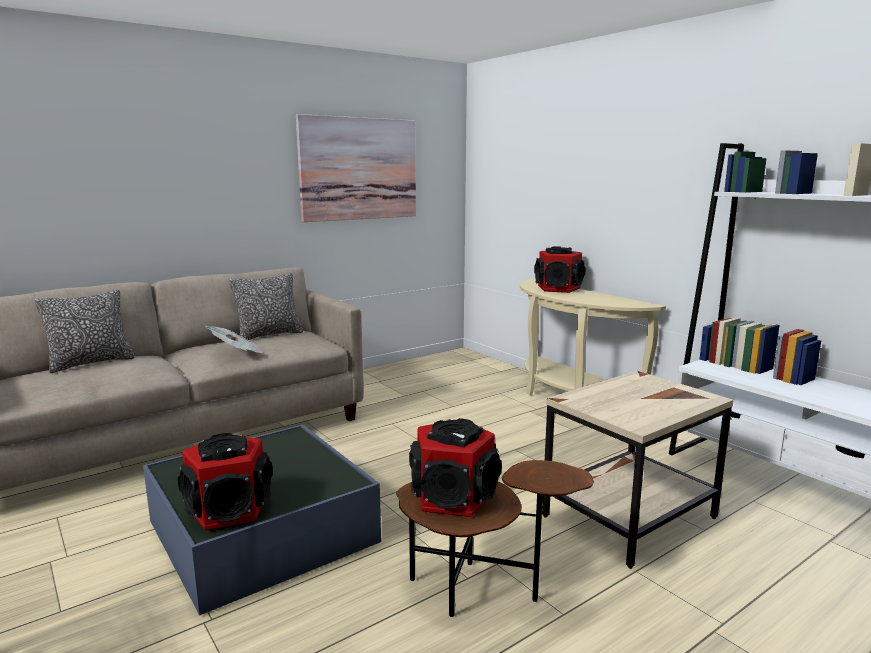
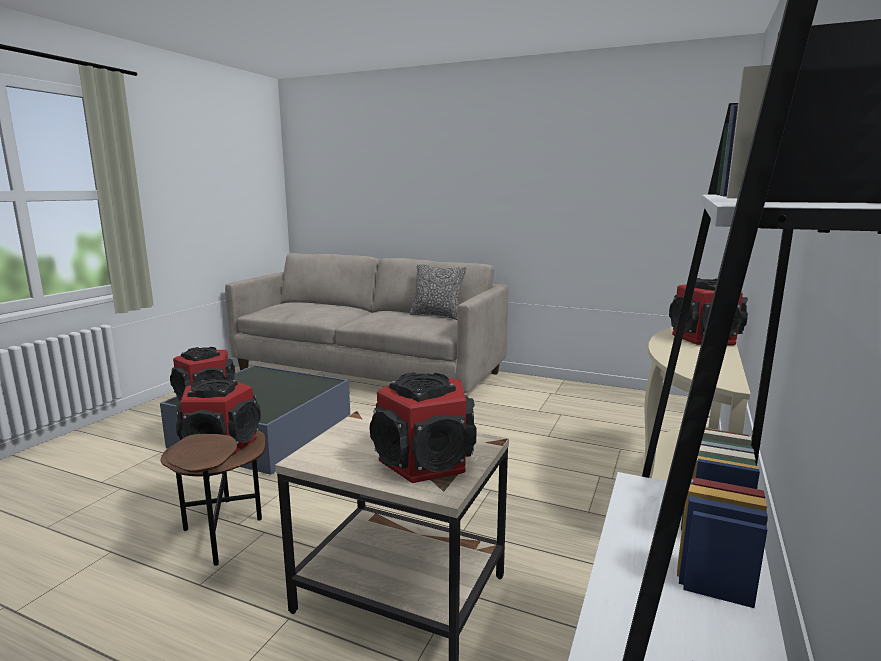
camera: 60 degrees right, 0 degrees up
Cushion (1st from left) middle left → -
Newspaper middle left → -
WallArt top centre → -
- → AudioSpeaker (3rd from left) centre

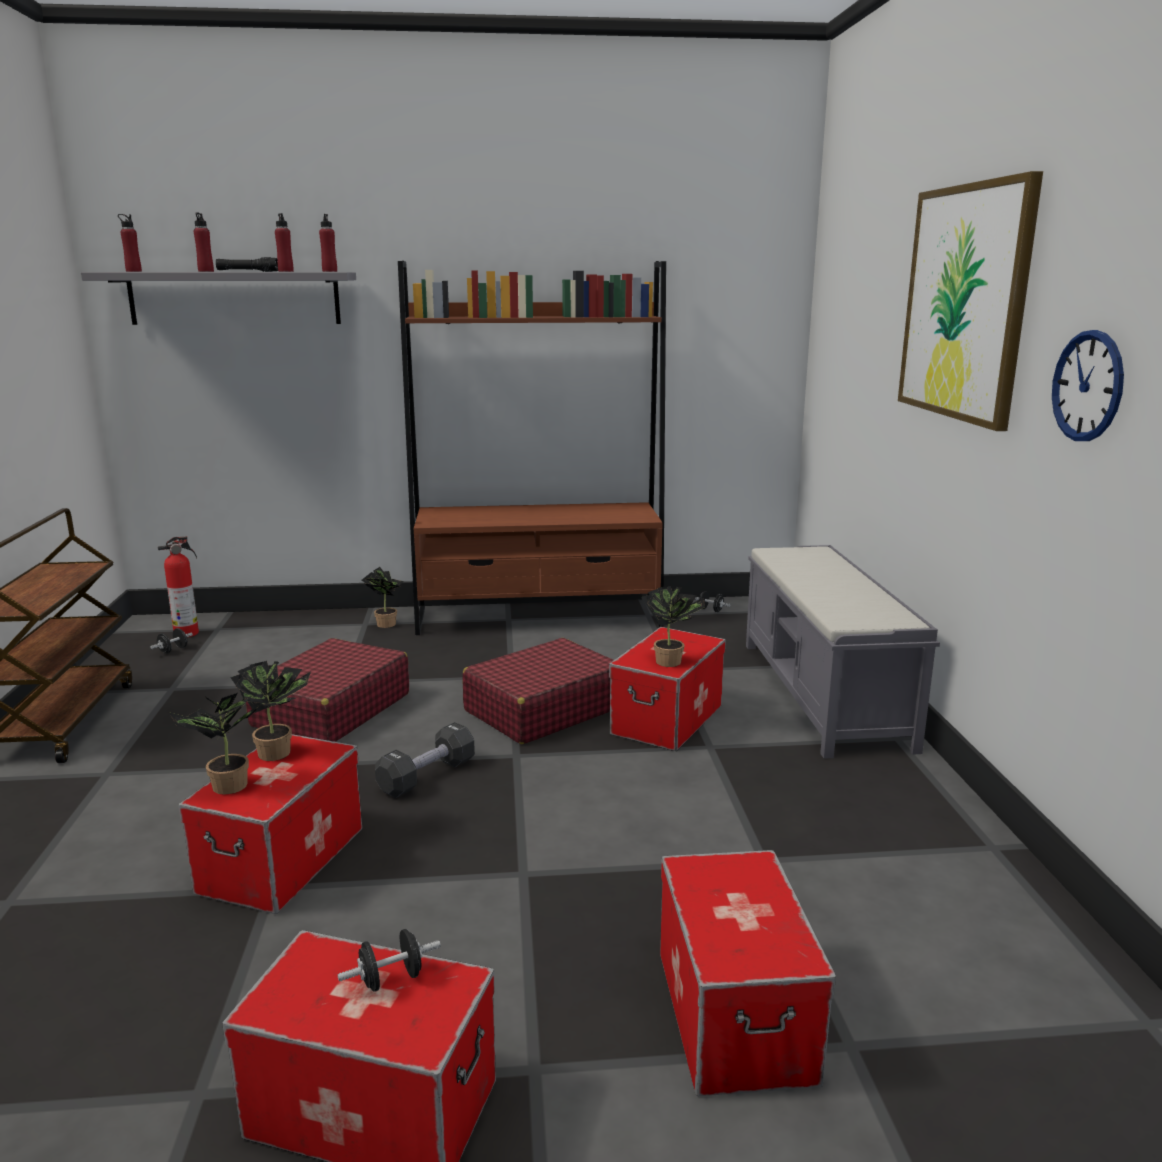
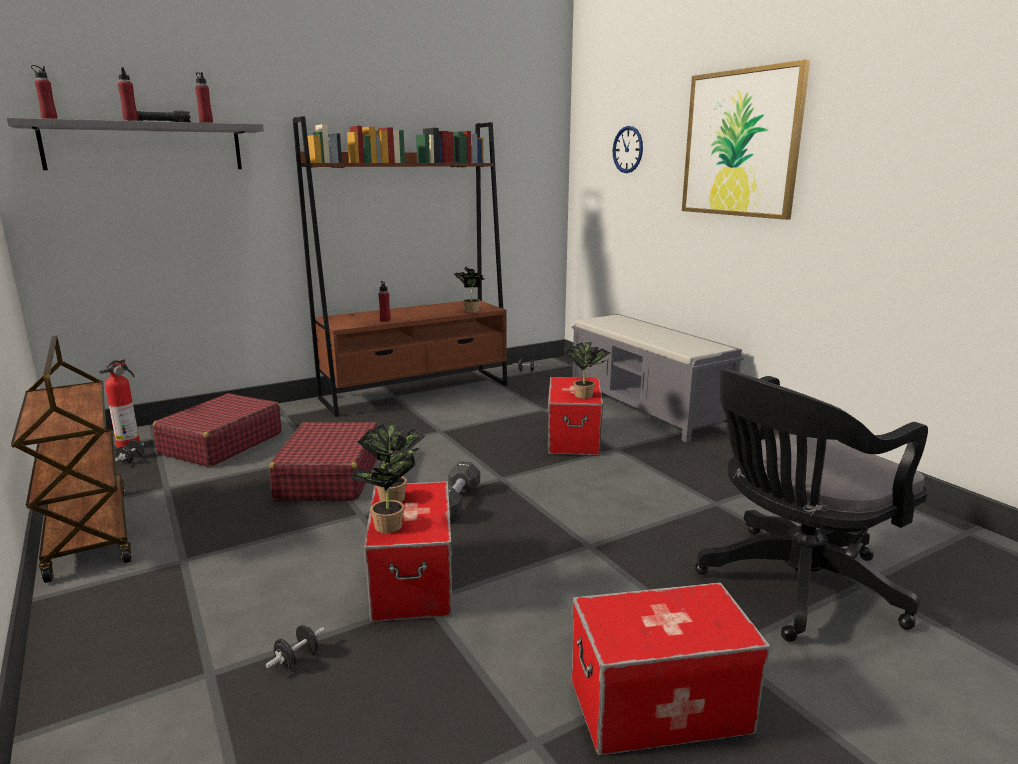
camera: 25 degrees left, 0 degrees up
ReddishBottle (4th from left) top left → ReddishBottle (4th from left) centre, move
BlackishDumbbell (2nd from left) bottom centre → BlackishDumbbell (2nd from left) bottom left, move
Houseplant (3rd from left) middle left → Houseplant (3rd from left) centre, move
ReddishSuitcase (2nd from left in the first image) centre → ReddishSuitcase (1st from left) middle left, move
ClockOnTheWall top right → ClockOnTheWall top centre, move
StorageContainer (4th from left) bottom centre → BlackishOfficeChair middle right

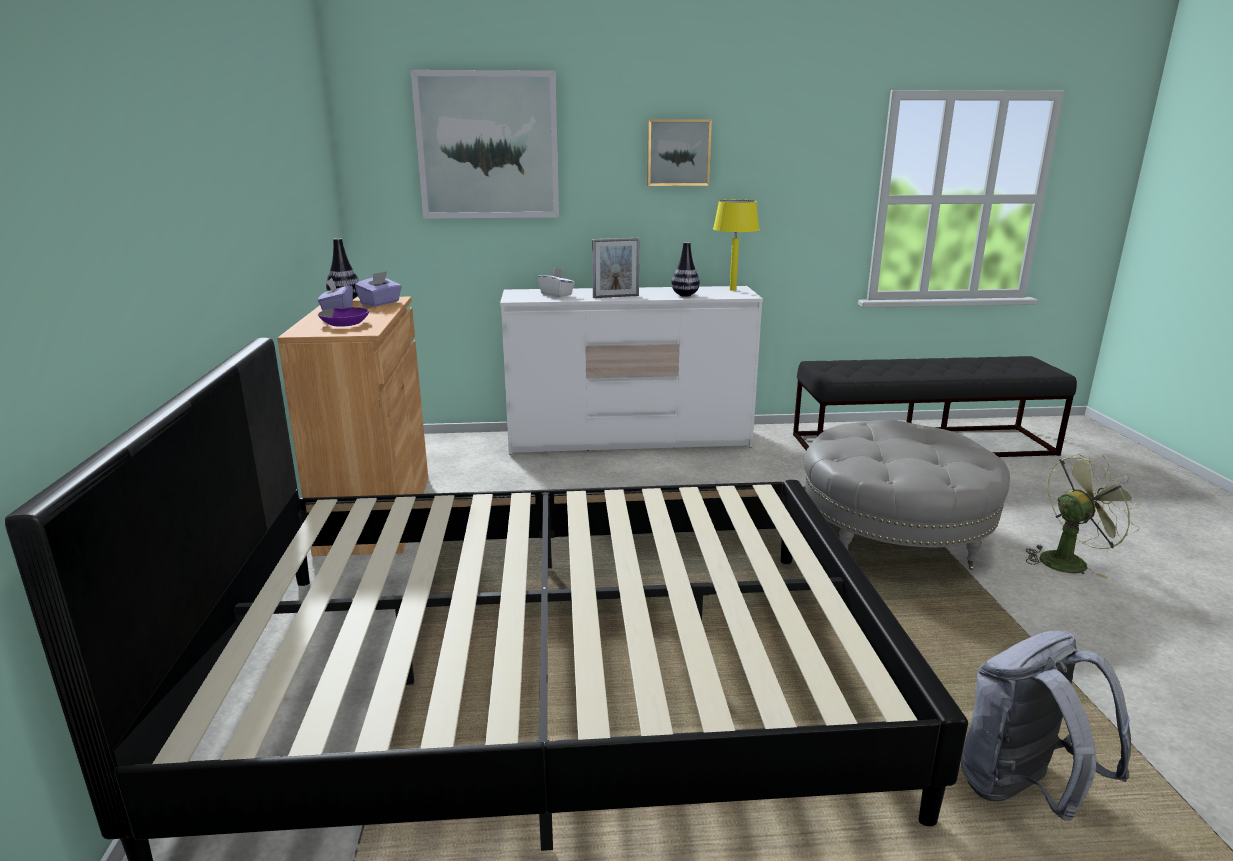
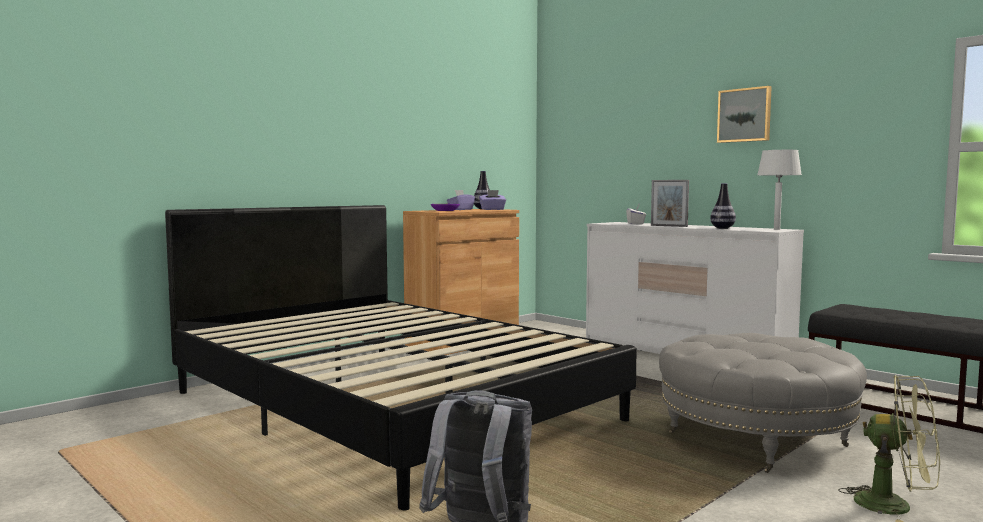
camera: 50 degrees right, 15 degrees down
WallArt (1st from left) top centre → -
YellowishLampForATable top centre → WhiteLampForATable middle right

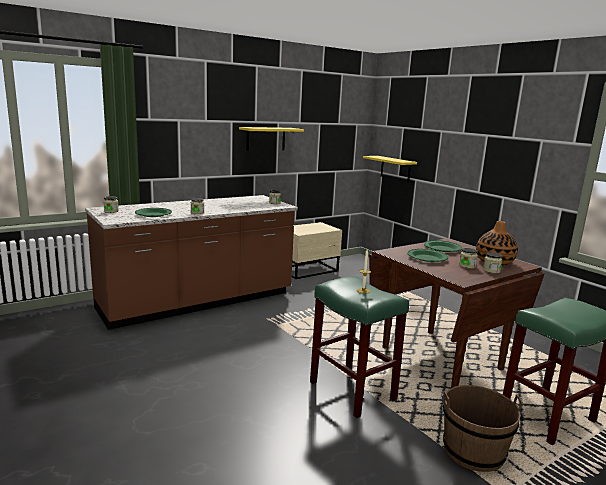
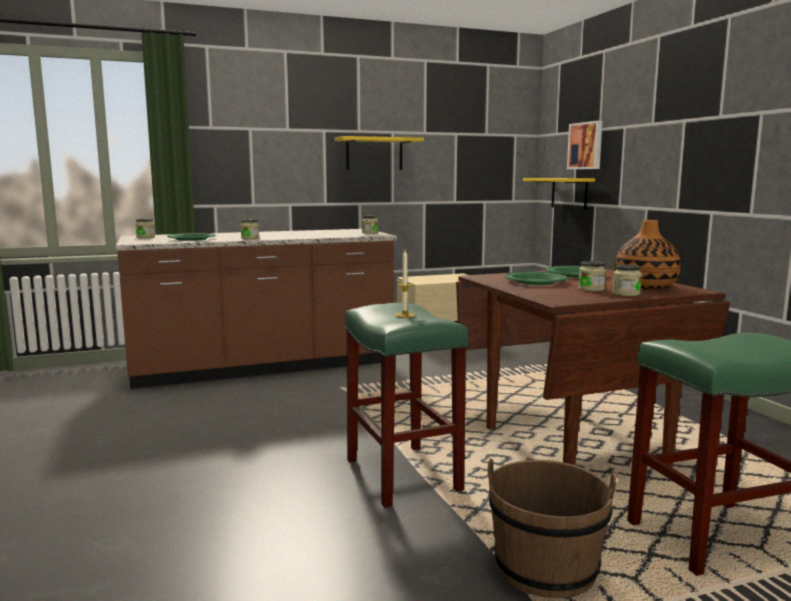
camera: 15 degrees right, 5 degrees down
- → WallArt top right

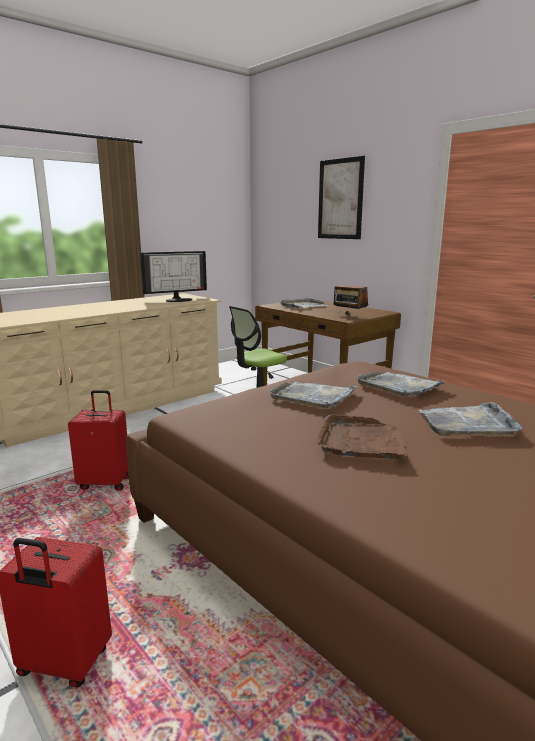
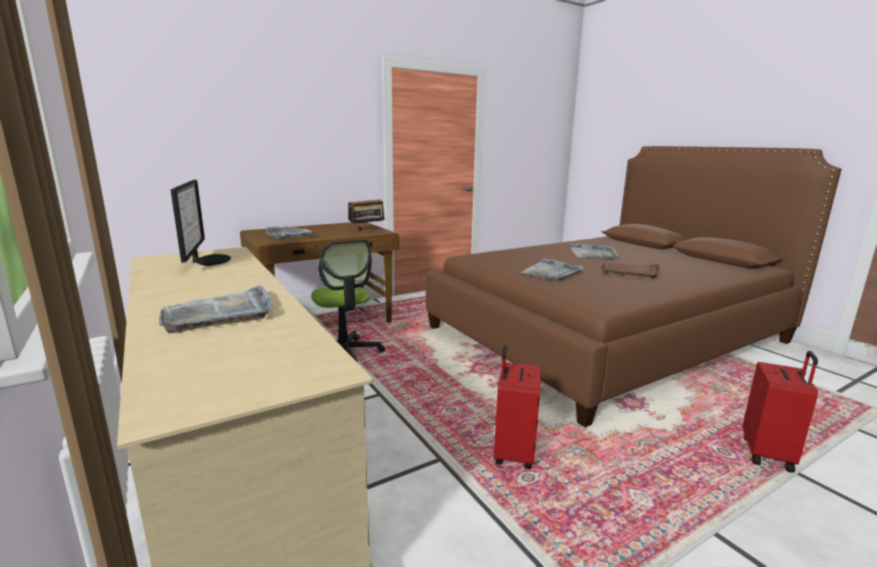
camera: 80 degrees left, 0 degrees up
WallArt top centre → -
GreyishTray (3rd from left in the first image) middle right → GreyishTray (1st from left) middle left, move

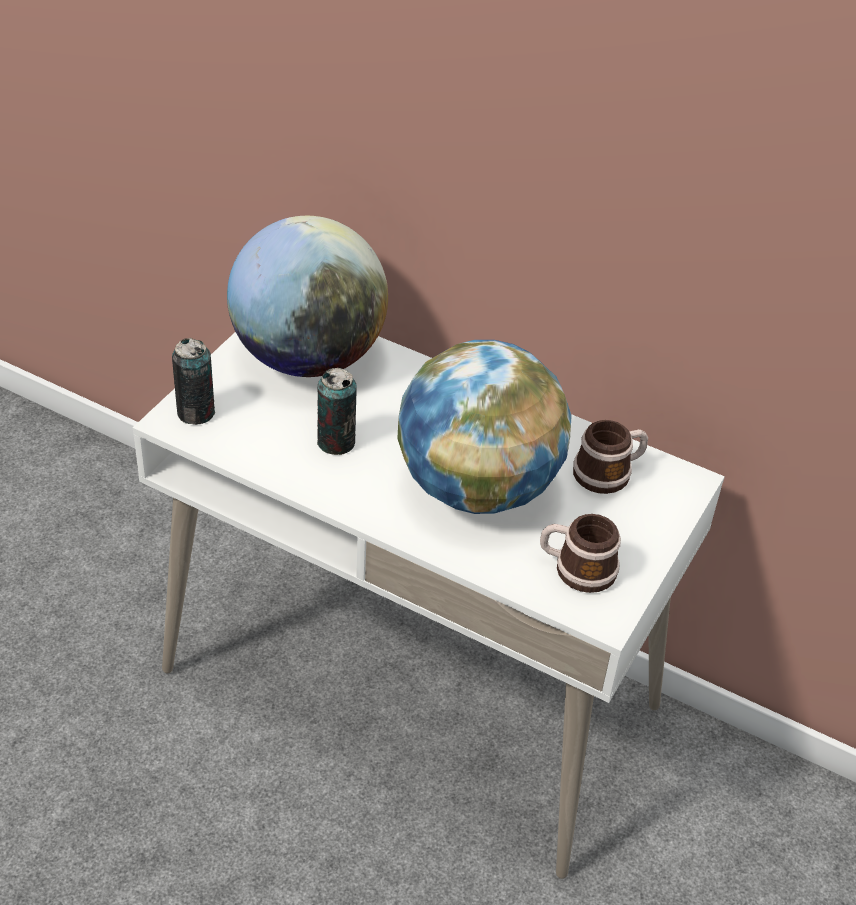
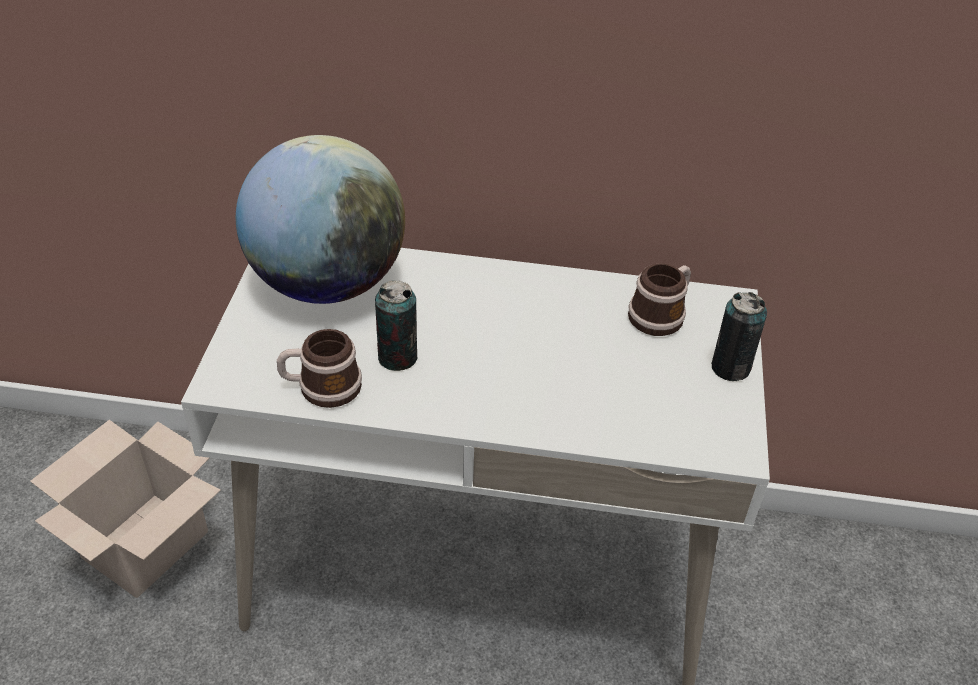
camera: 20 degrees left, 0 degrees up
DeskGlobe (2nd from left) centre → -
- → PackingBox bottom left
Can (1st from left in the first image) middle left → Can (2nd from left) middle right, move
CoffeeMug (1st from left) middle right → CoffeeMug (1st from left) middle left, move

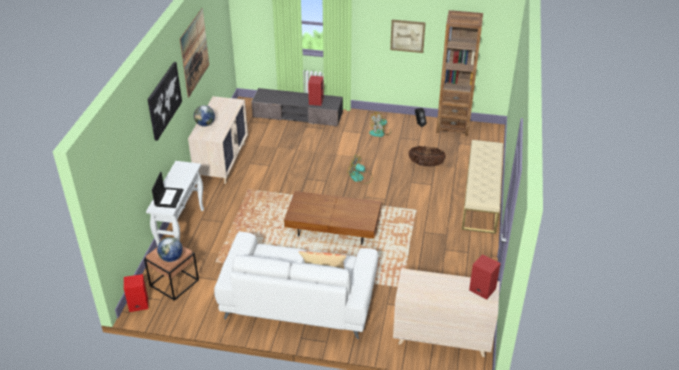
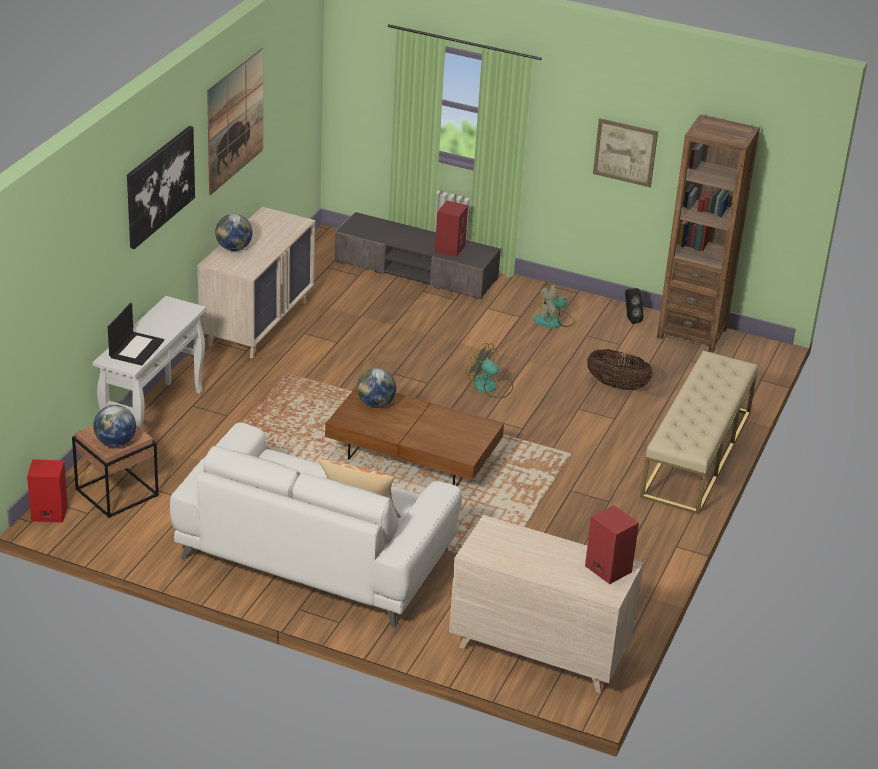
camera: 10 degrees right, 5 degrees down
- → DeskGlobe (3rd from left) centre

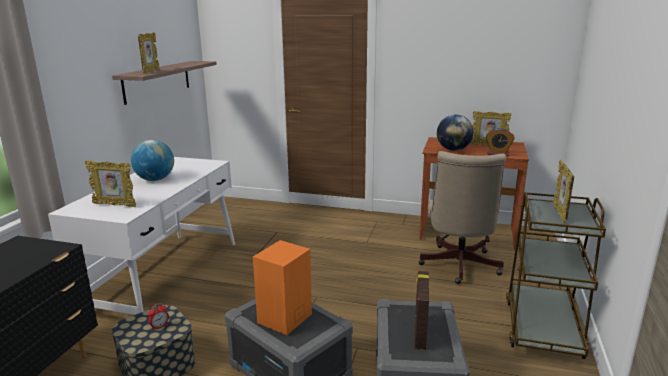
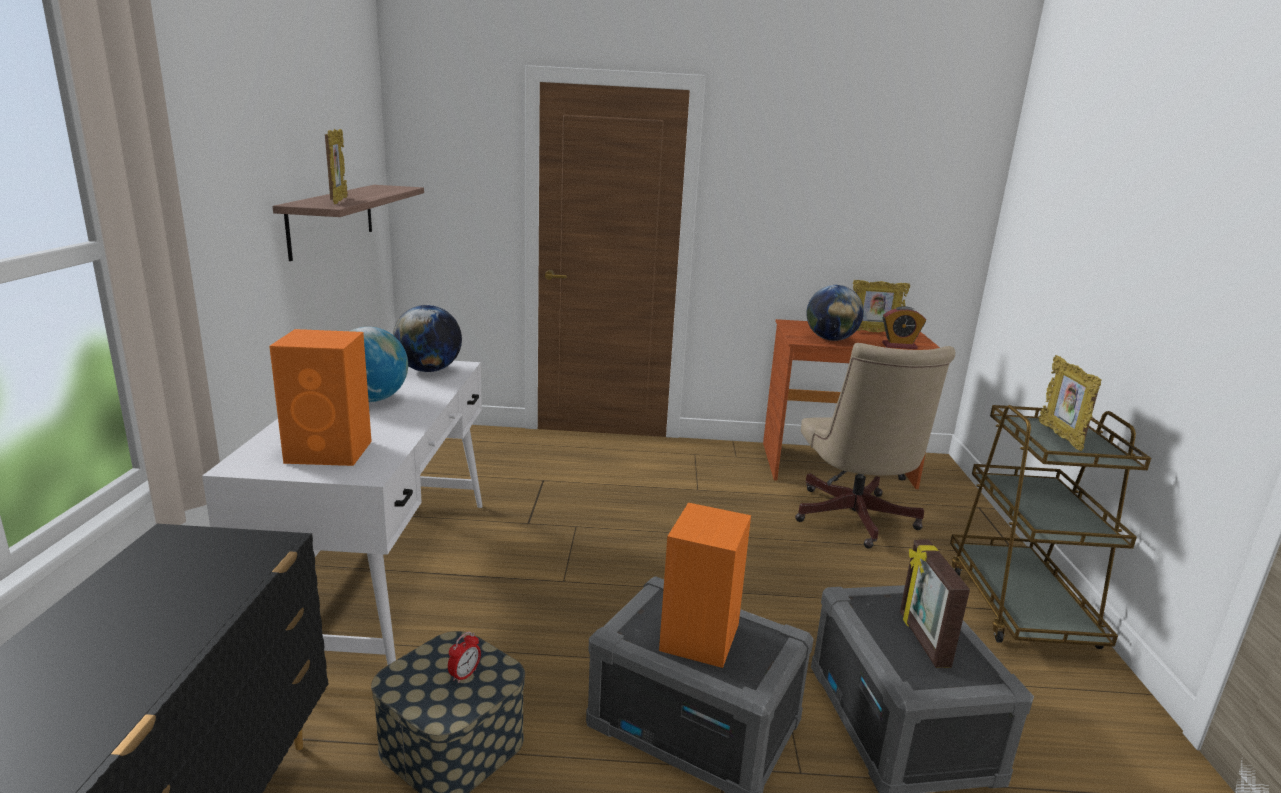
camera: 15 degrees left, 0 degrees up
- → DeskGlobe (2nd from left) centre
PhotoFrame (1st from left) middle left → OrangeColouredAudioSpeaker (1st from left) middle left

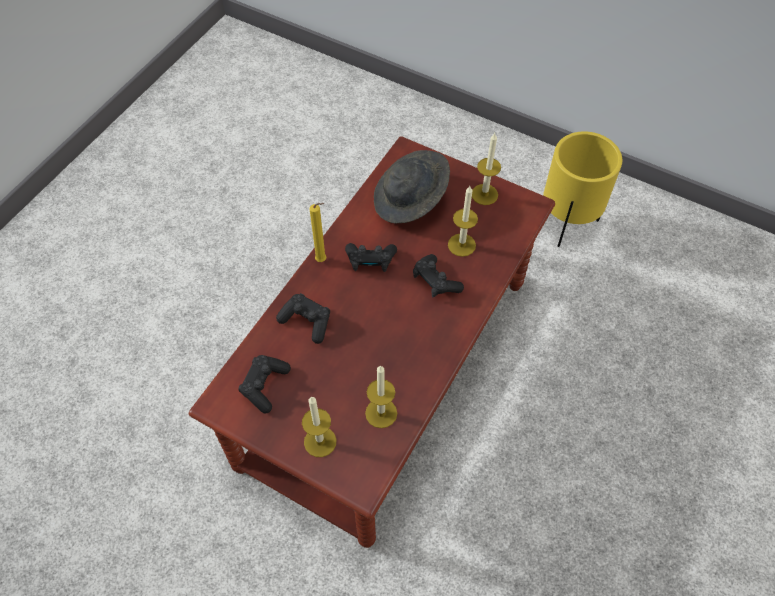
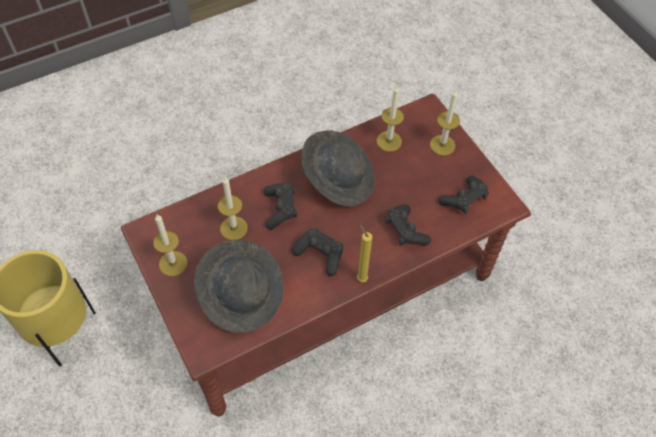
camera: 150 degrees left, 0 degrees up
- → GreyishWearableHat (2nd from left) centre

